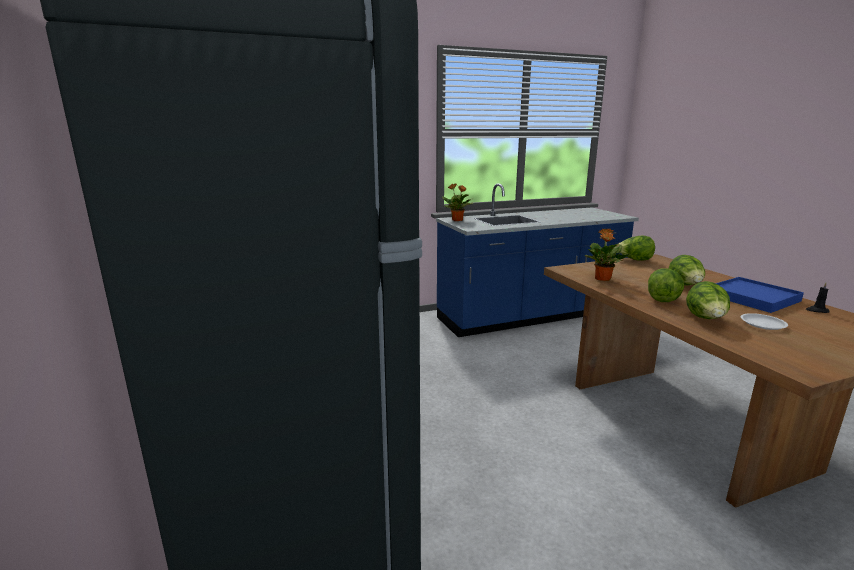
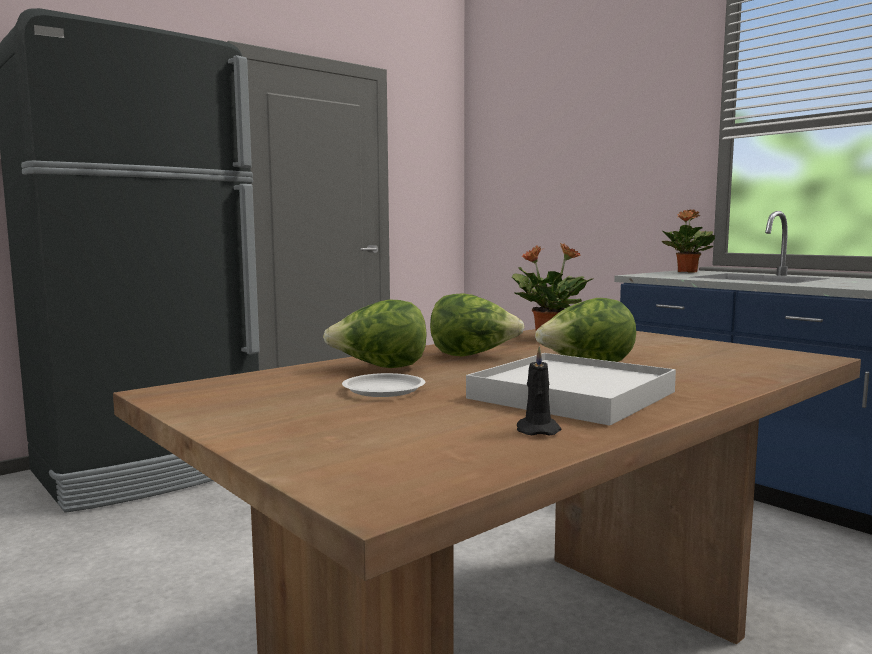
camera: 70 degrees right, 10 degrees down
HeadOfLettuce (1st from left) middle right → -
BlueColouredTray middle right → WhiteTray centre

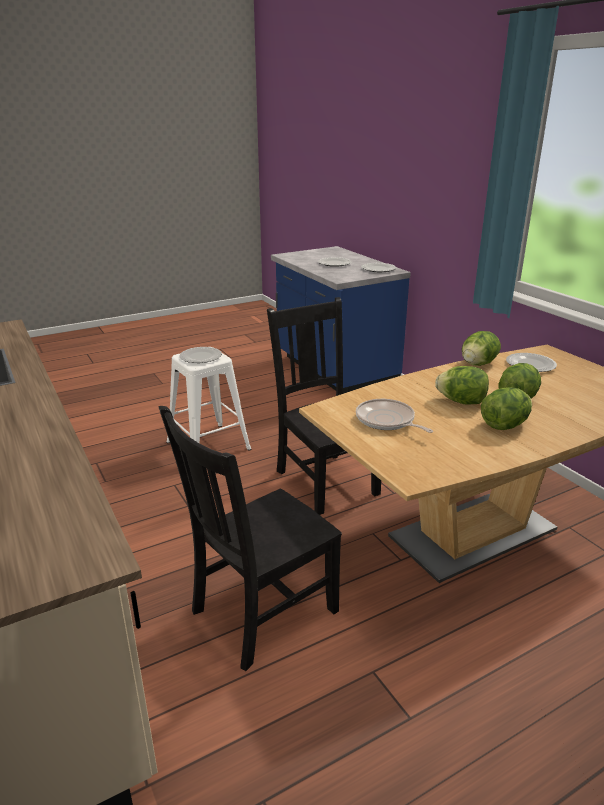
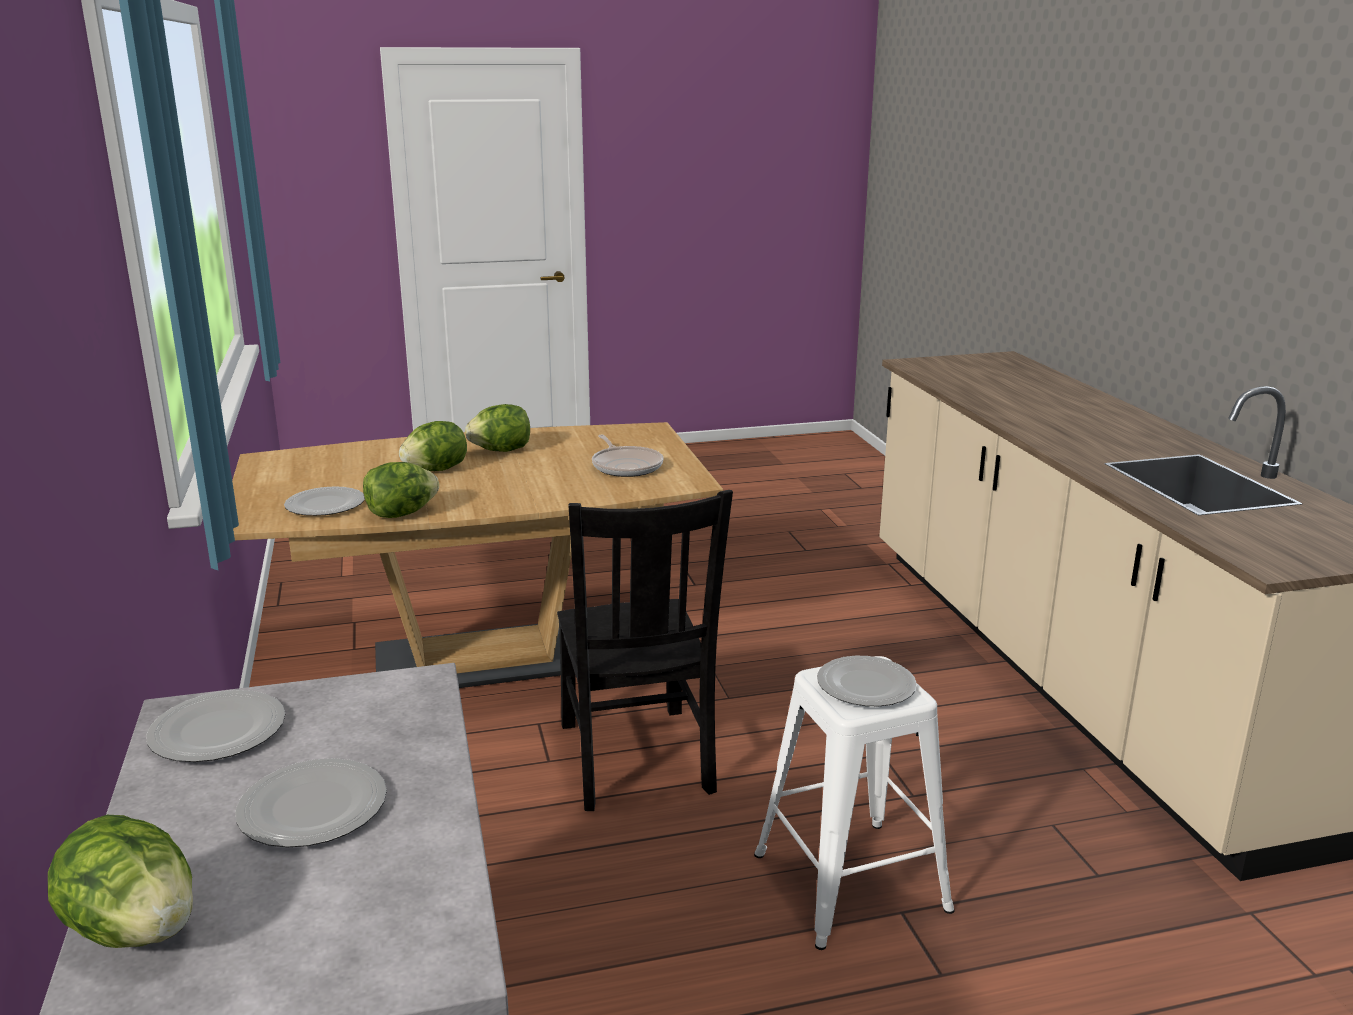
camera: 165 degrees left, 5 degrees down
BlackishChair (1st from left) bottom centre → -
HeadOfLettuce (1st from left) middle right → HeadOfLettuce (1st from left) bottom left, move

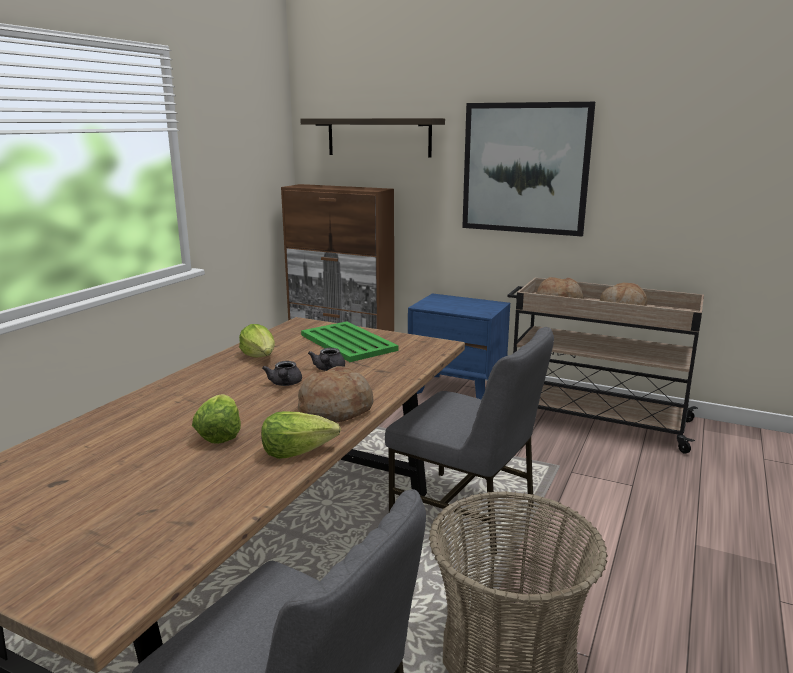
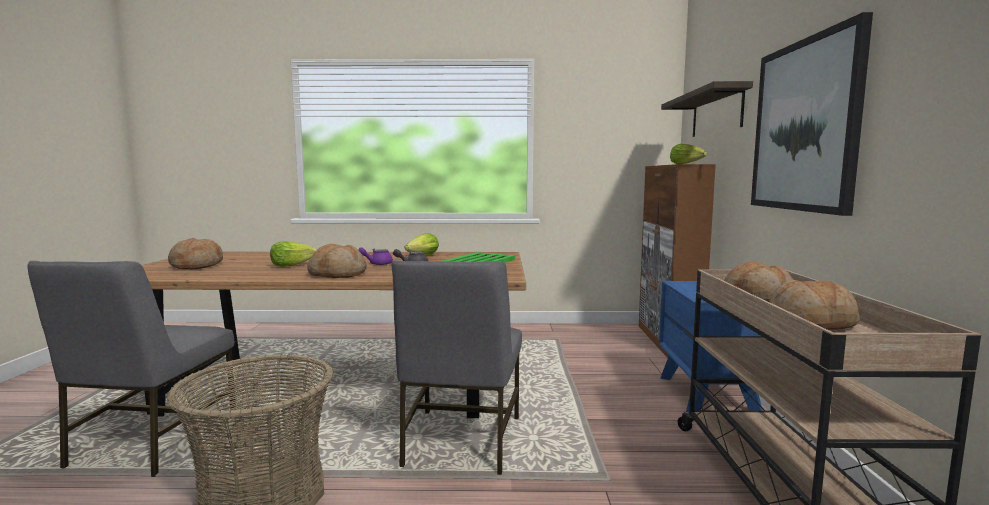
camera: 65 degrees right, 10 degrees down
- → BakedBread (1st from left) middle left
HeadOfLettuce (3rd from left) centre → HeadOfLettuce (3rd from left) top right, move
GreyishTeapot (1st from left) centre → PurpleTeapot centre

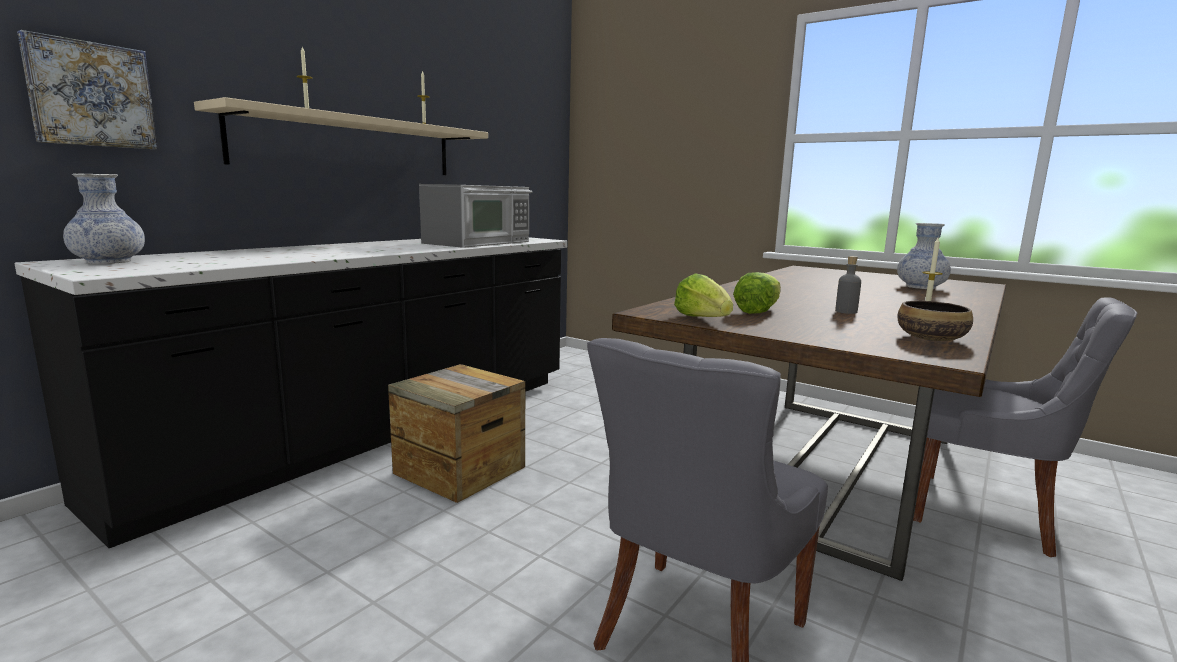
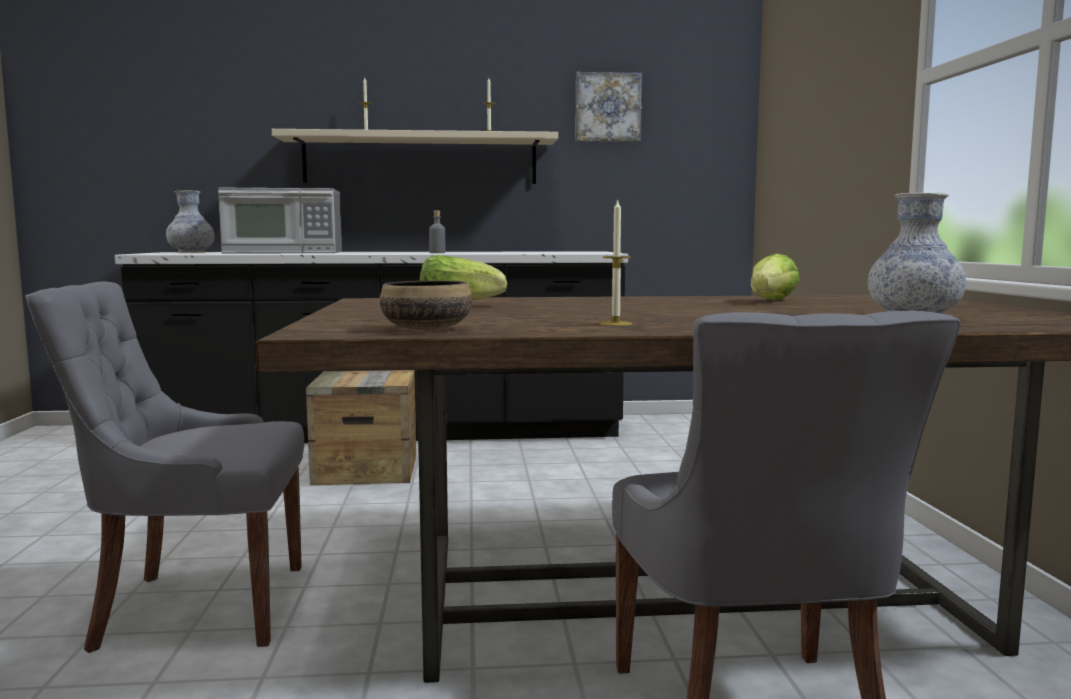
camera: 50 degrees right, 5 degrees down
WallArt top left → WallArt top centre, move
MicrowaveOven top centre → MicrowaveOven top left, move
HeadOfLettuce (1st from left in the first image) centre → HeadOfLettuce (2nd from left) middle right, move
GreyishBottle middle right → GreyishBottle top centre, move

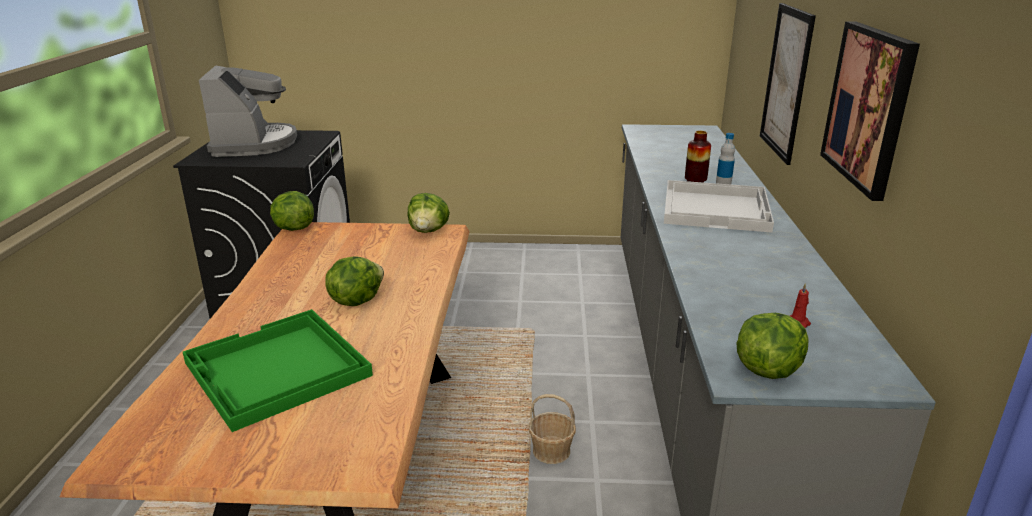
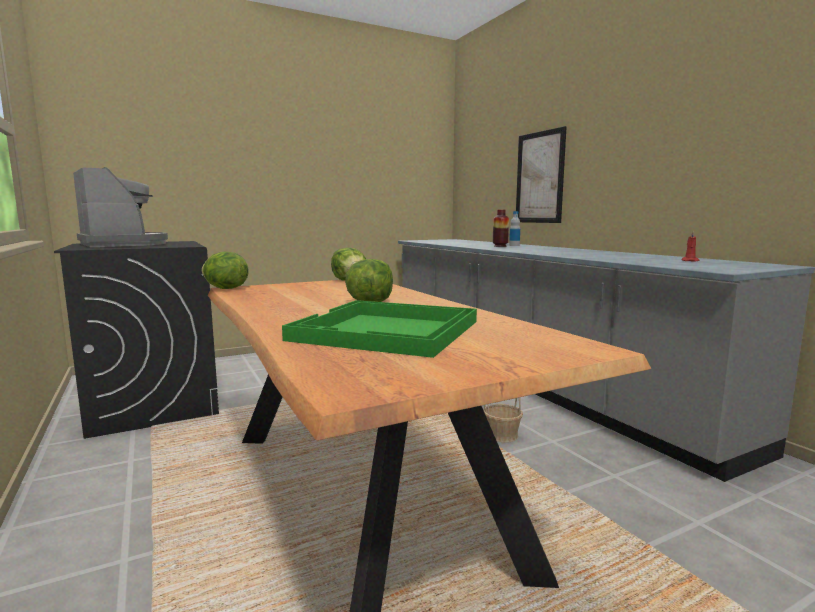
camera: 30 degrees left, 15 degrees down
WhiteTray middle right → -
HeadOfLettuce (4th from left) bottom right → -
WallArt (2nd from left) top right → -

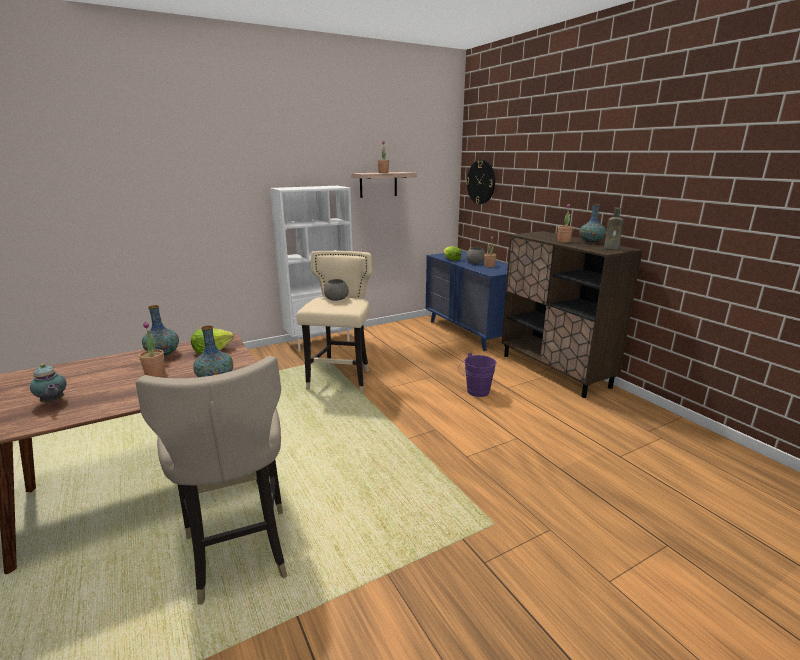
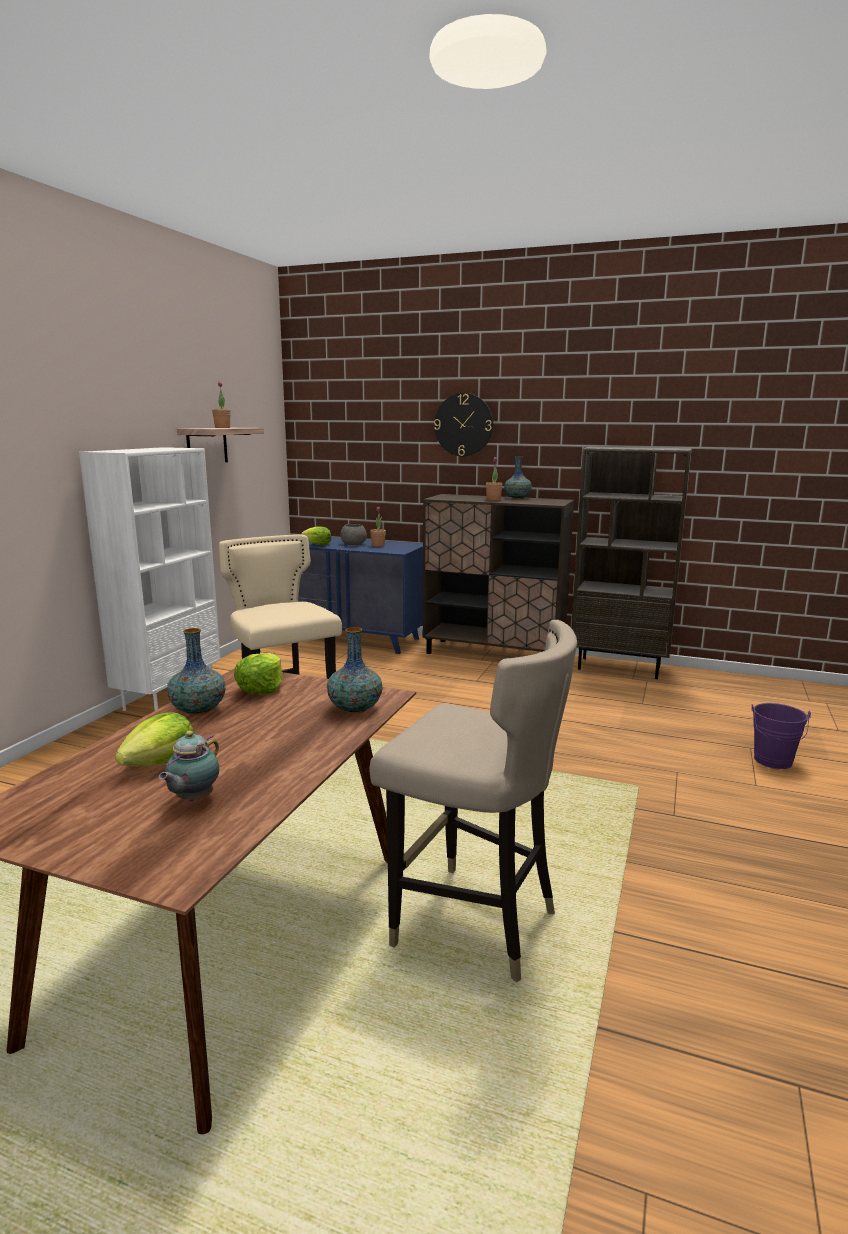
camera: 40 degrees left, 5 degrees down
Houseplant (1st from left) middle left → -
GreyishBowl (1st from left) centre → -
BrownishBottle middle right → -
- → HeadOfLettuce (1st from left) middle left
- → BrownishBookcase middle right
PurpleBucket centre → PurpleBucket middle right, move
ClockOnTheWall top centre → ClockOnTheWall centre, move
Teapot middle left, 105 degrees clockwise

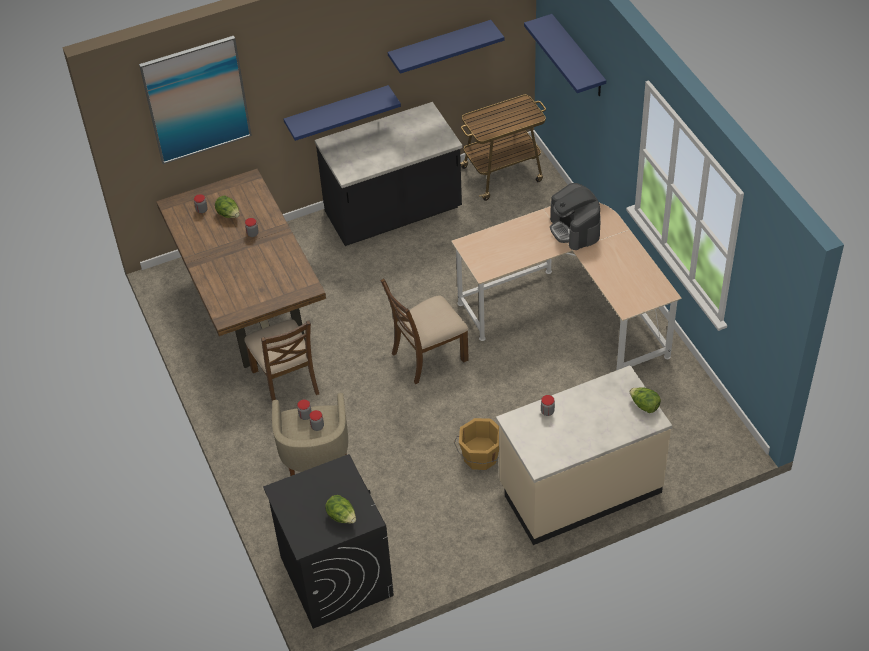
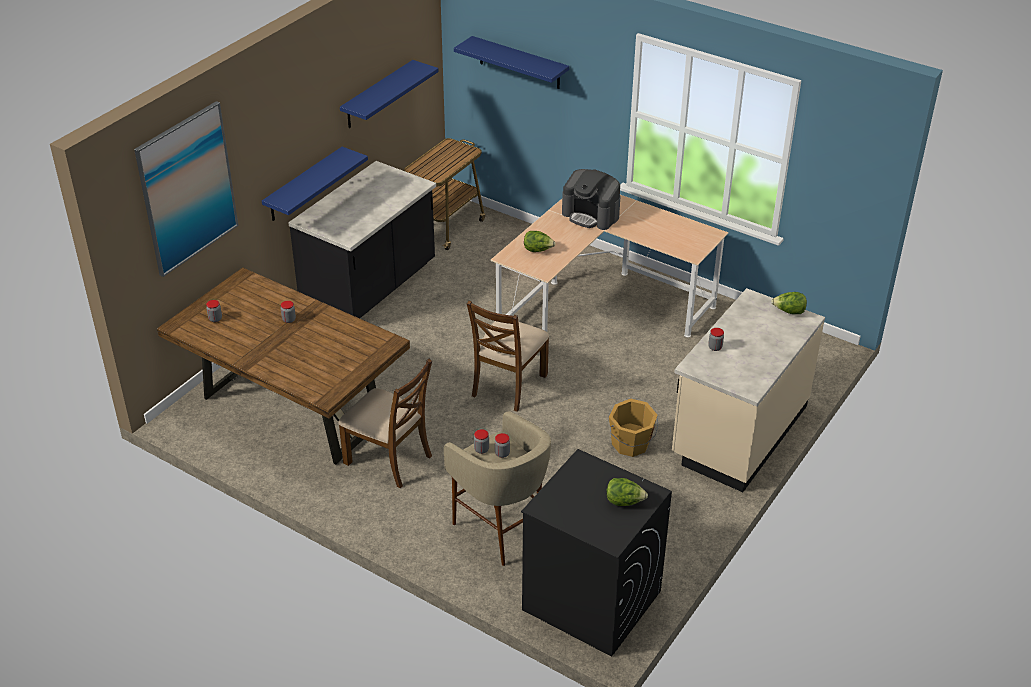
camera: 35 degrees left, 10 degrees down
HeadOfLettuce (1st from left) top left → HeadOfLettuce (1st from left) centre, move

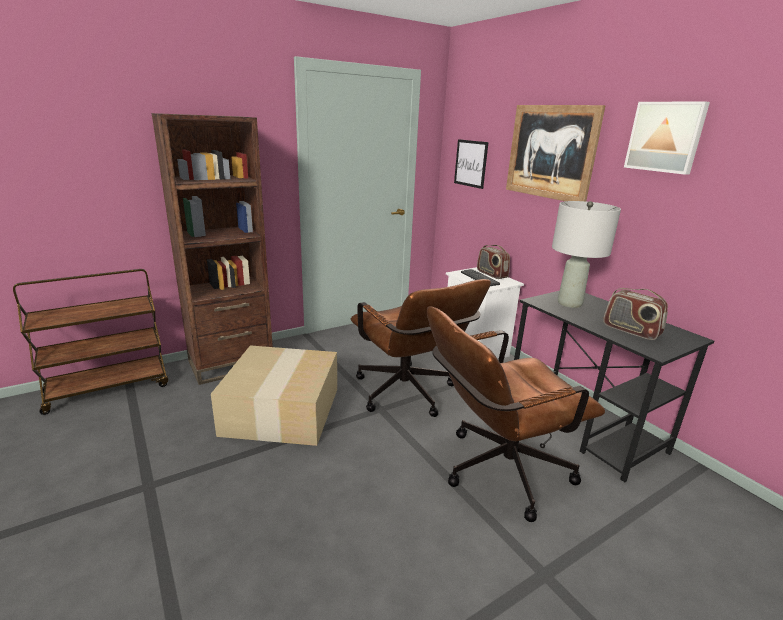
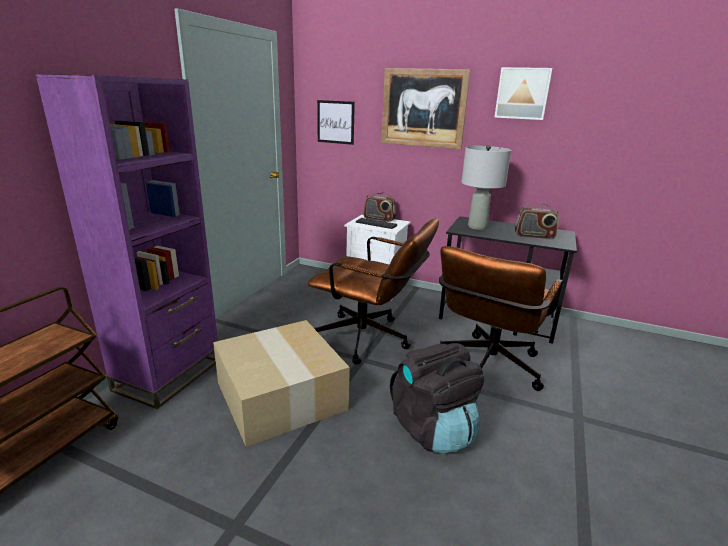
camera: 35 degrees left, 0 degrees up
- → BlackishRucksack bottom centre
BrownishBookcase middle left → PurpleBookcase middle left

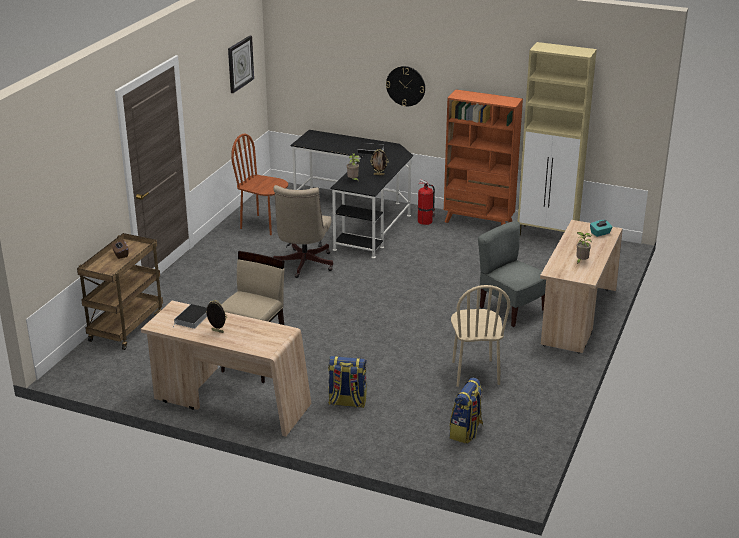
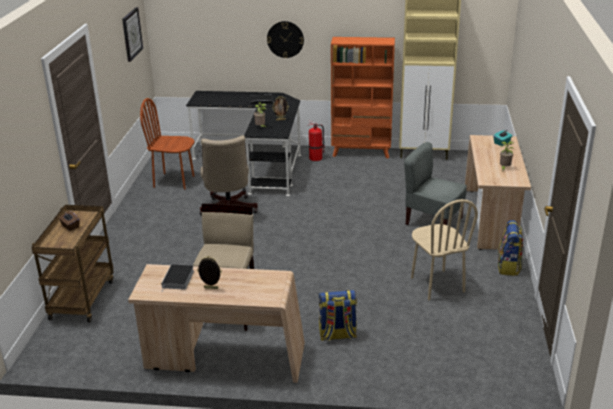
camera: 15 degrees left, 0 degrees up
Rucksack (2nd from left) bottom centre → Rucksack (2nd from left) middle right, move

